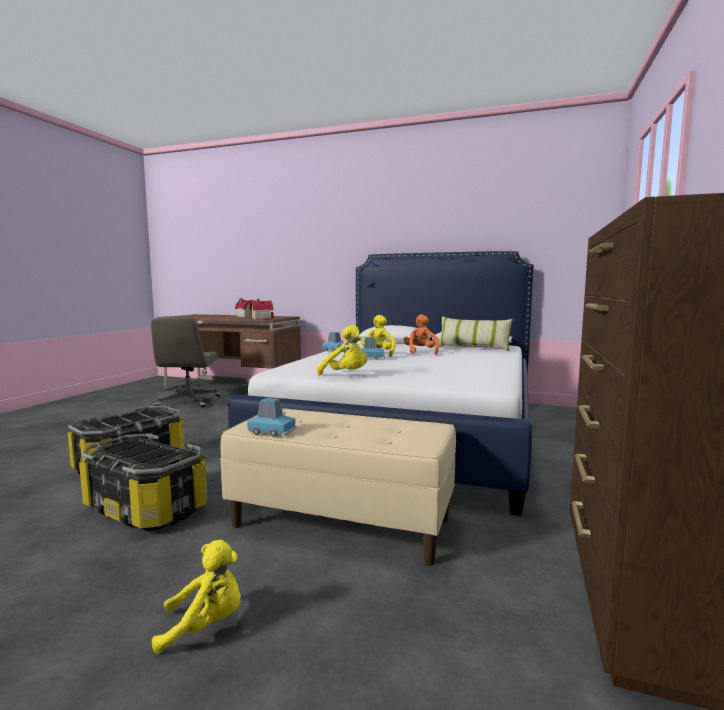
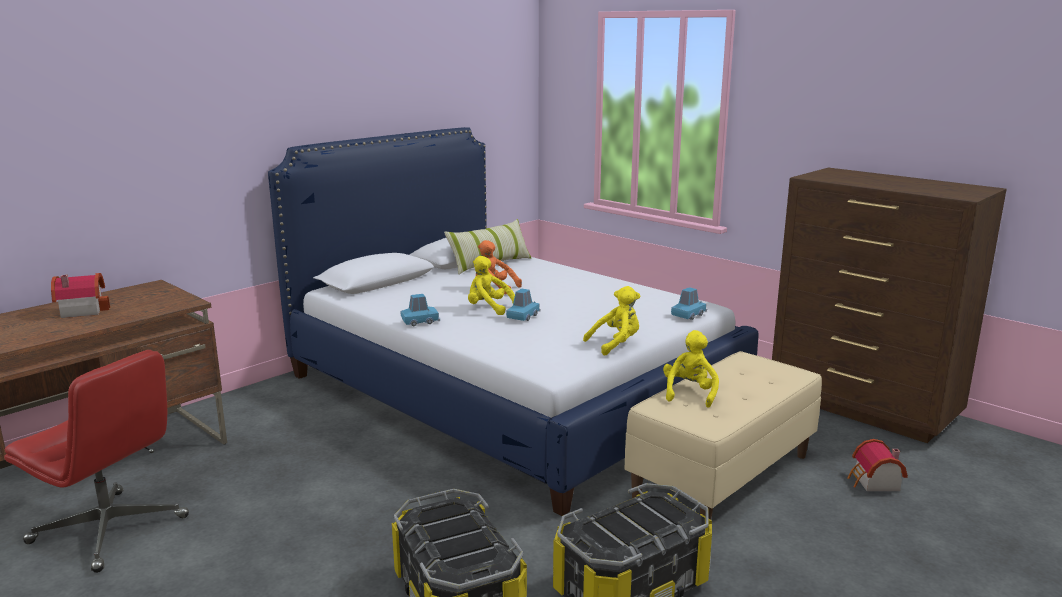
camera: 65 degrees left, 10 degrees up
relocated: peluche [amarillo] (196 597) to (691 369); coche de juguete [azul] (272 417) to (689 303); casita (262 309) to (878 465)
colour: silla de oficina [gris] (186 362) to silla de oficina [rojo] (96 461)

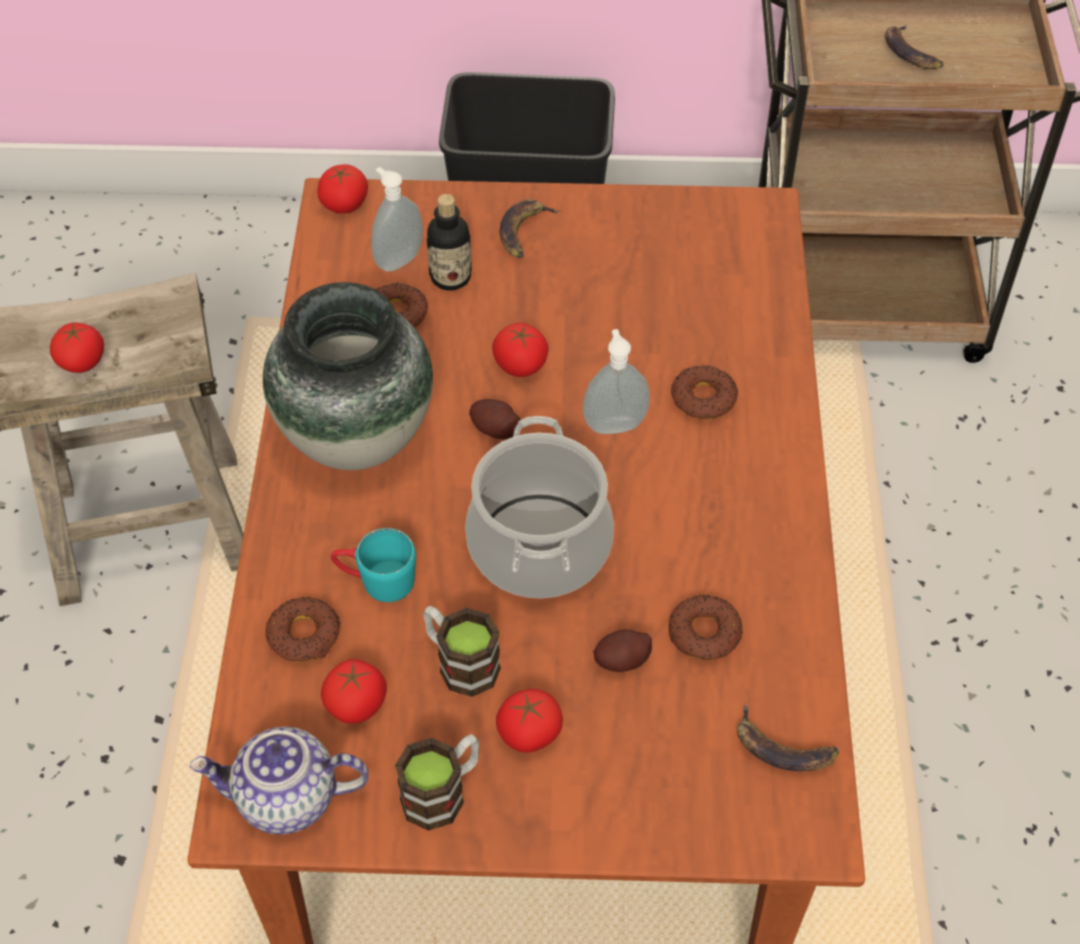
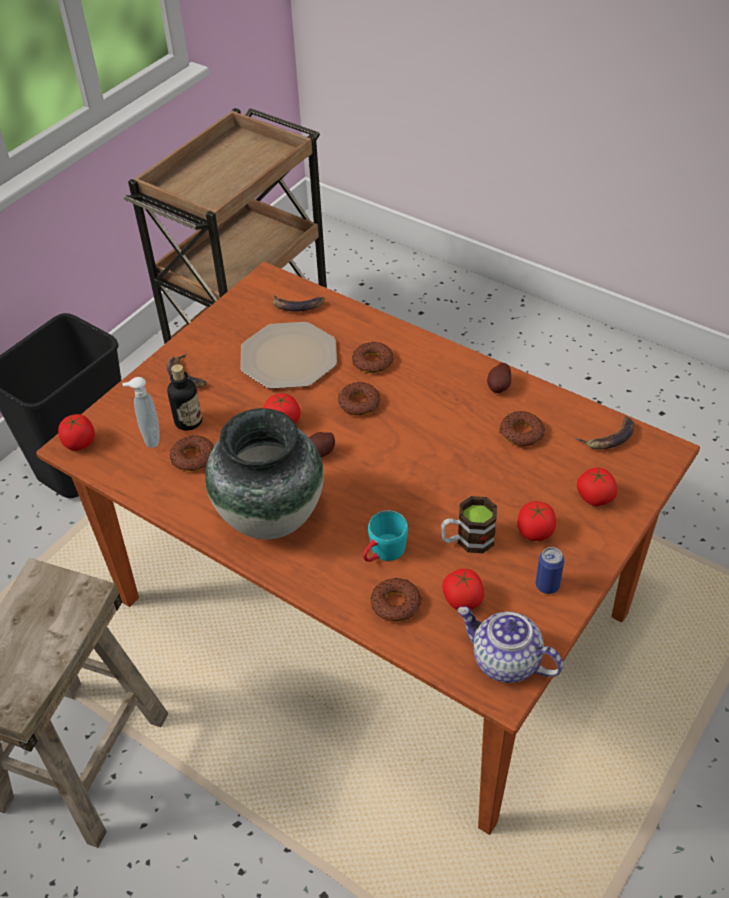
camera: 55 degrees left, 5 degrees down
missing: olla (539 507)
appeared: plato (288 355)
relocated: plátano (914 46) to (299 303); patata (622 650) to (499 378); tomate (77 347) to (597 487)
exchanged: dispensador de jabón (616 381) to rosquilla (358 399); taza grande (437 782) to lata (550 570)
spun: tetera (279 780) = (510 644) 90 degrees clockwise

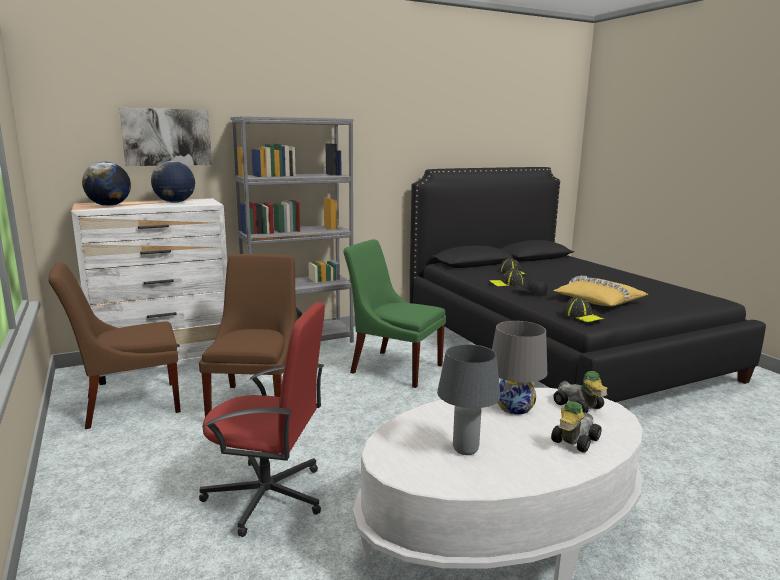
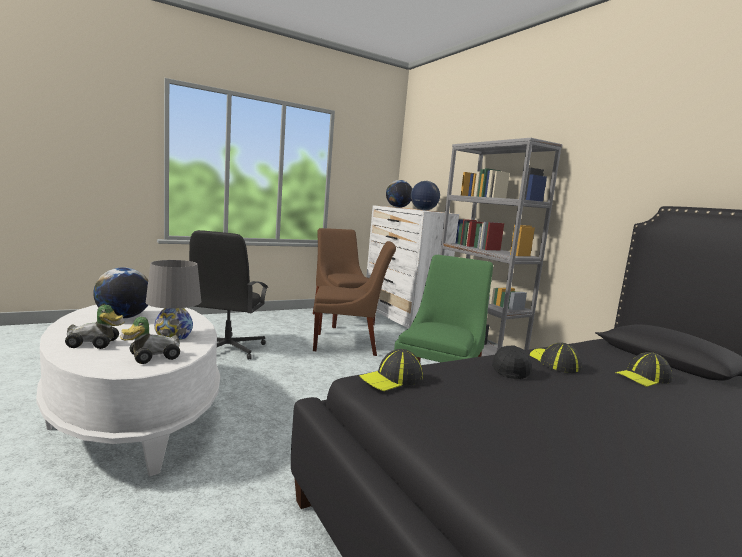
camera: 85 degrees right, 5 degrees down
missing: cuadro (165 137); cojín [amarillo] (601 291)
exchanged: lámpara de mesa [gris] (469 399) to globo terráqueo (120 293)
colour: silla de oficina [rojo] (262 419) to silla de oficina [negro] (228 295)
spun: coche de juguete (576 427) = (94 327) 135 degrees clockwise

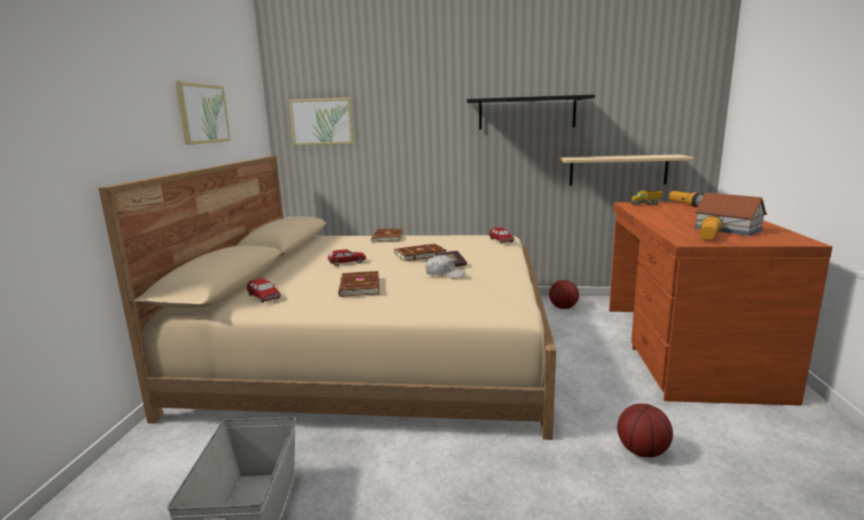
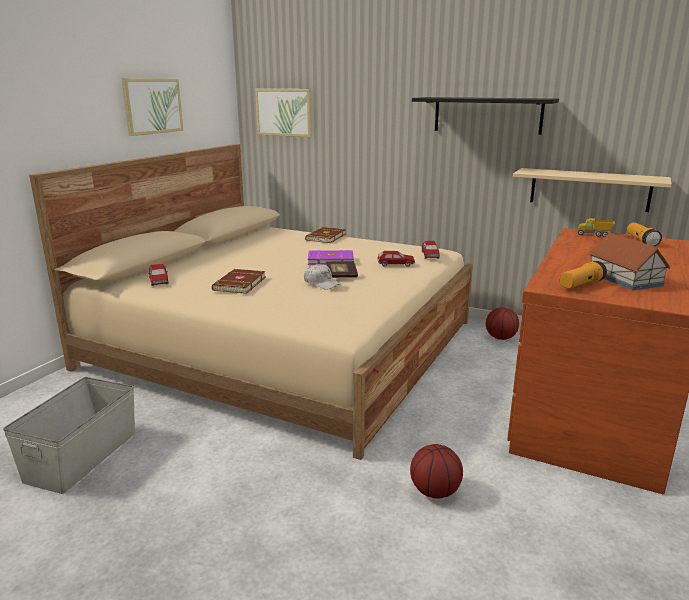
camera: 20 degrees right, 5 degrees up
relocated: coche de juguete (347 257) to (396 259)
colour: libro [marrón] (420 252) to libro [morado] (331 257)

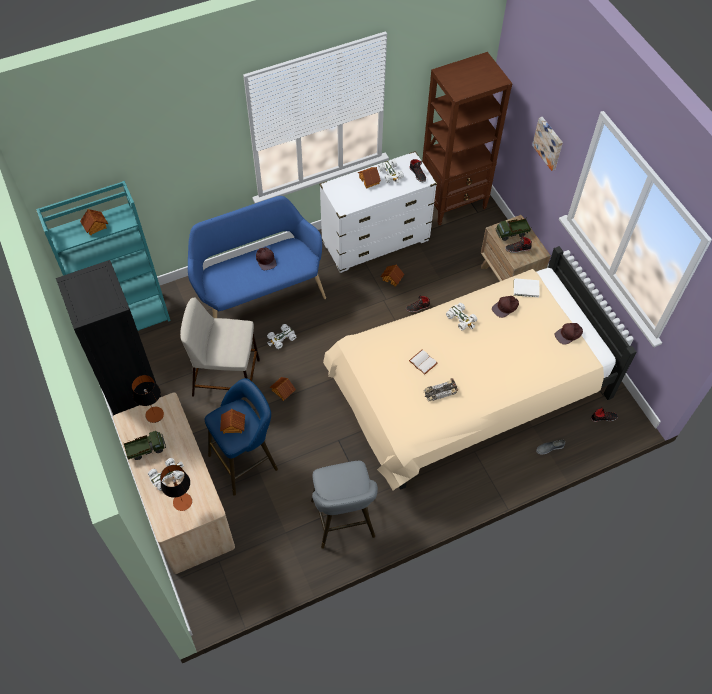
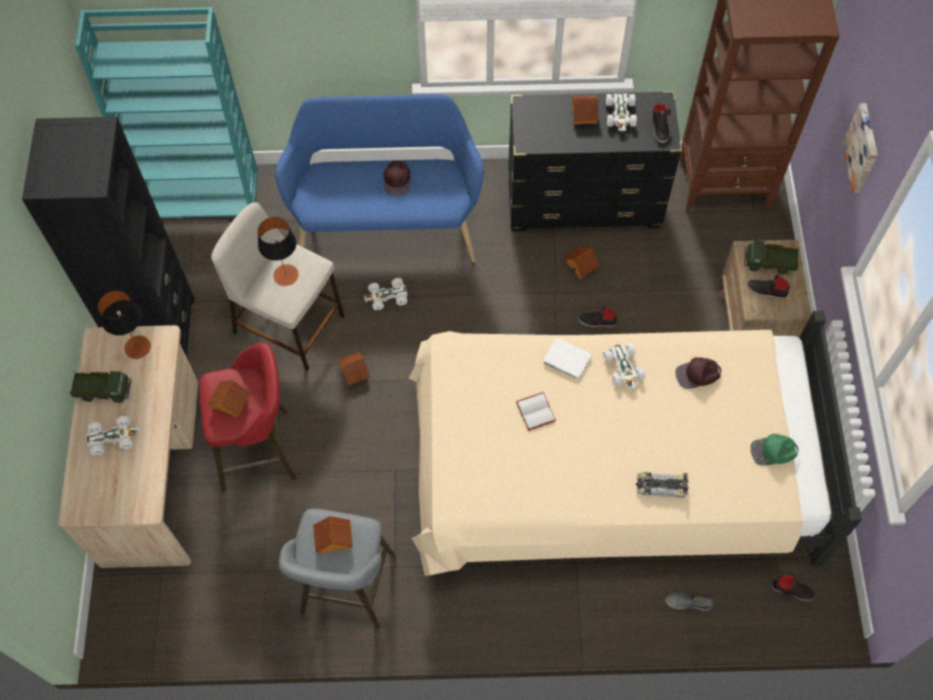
camera: 25 degrees right, 5 degrees up
relocated: lámpara de mesa (176 488) to (278 251); casita (94 222) to (333 535); libro [blanco] (527 287) to (567 359); coche de juguete (440 390) to (662 485)
colour: taburete [azul] (241 437) to taburete [rojo] (247 417); cómoda [blanco] (378 212) to cómoda [negro] (595 161); gorra [marrón] (569 334) to gorra [verde] (774 449)

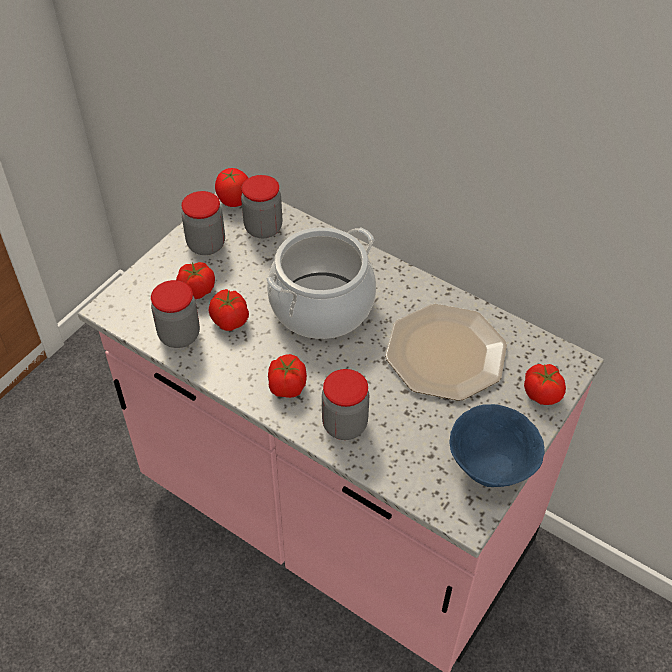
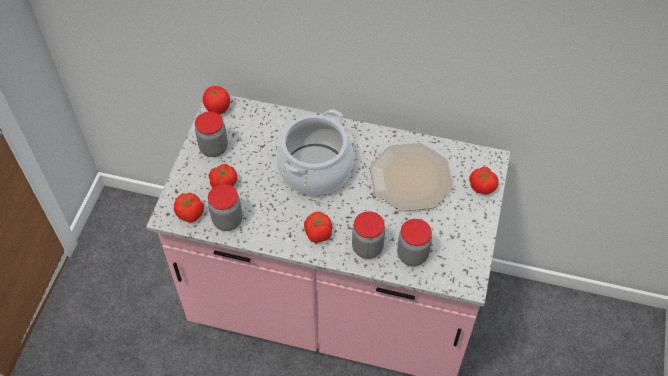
camera: 20 degrees left, 5 degrees up
missing: cuenco [azul] (497 445)
relocated: tomate (229 310) to (189 207); tarro (261 206) to (414 242)

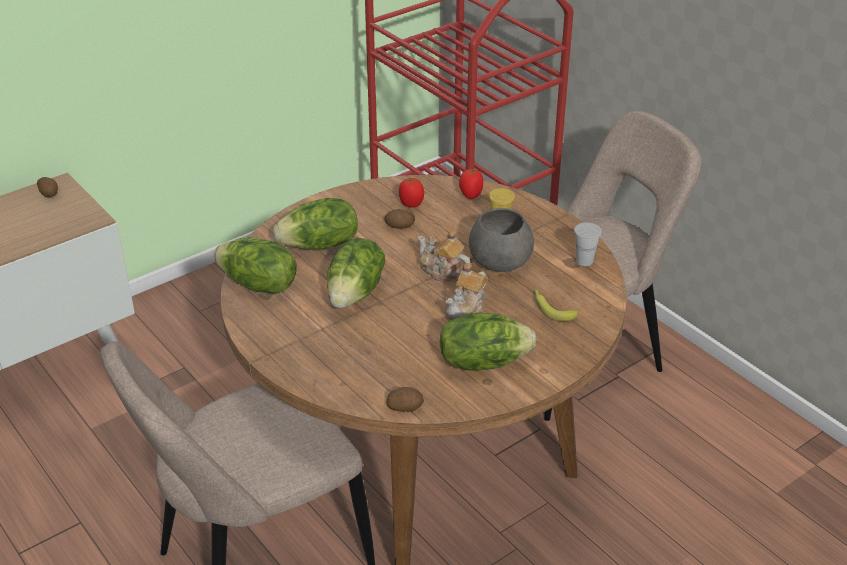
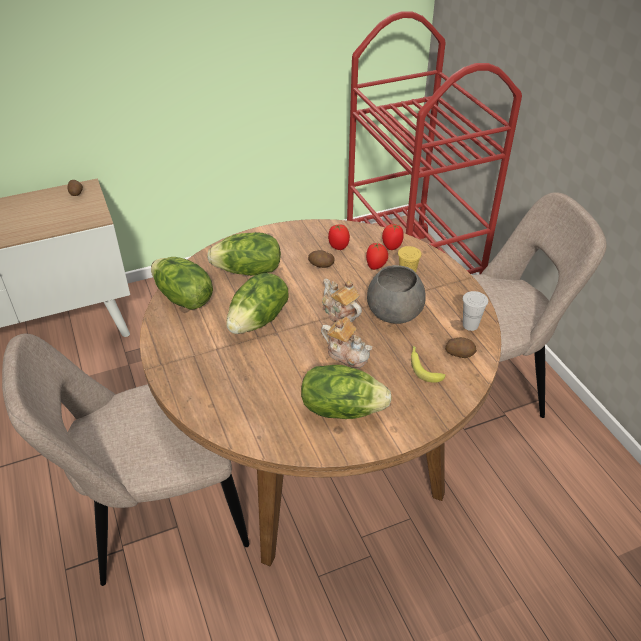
camera: 15 degrees right, 5 degrees up
appeared: tomate (377 256)
relocated: patata (405 399) to (461 347)
spun: tetera (466 291) = (346 342) 105 degrees counterclockwise

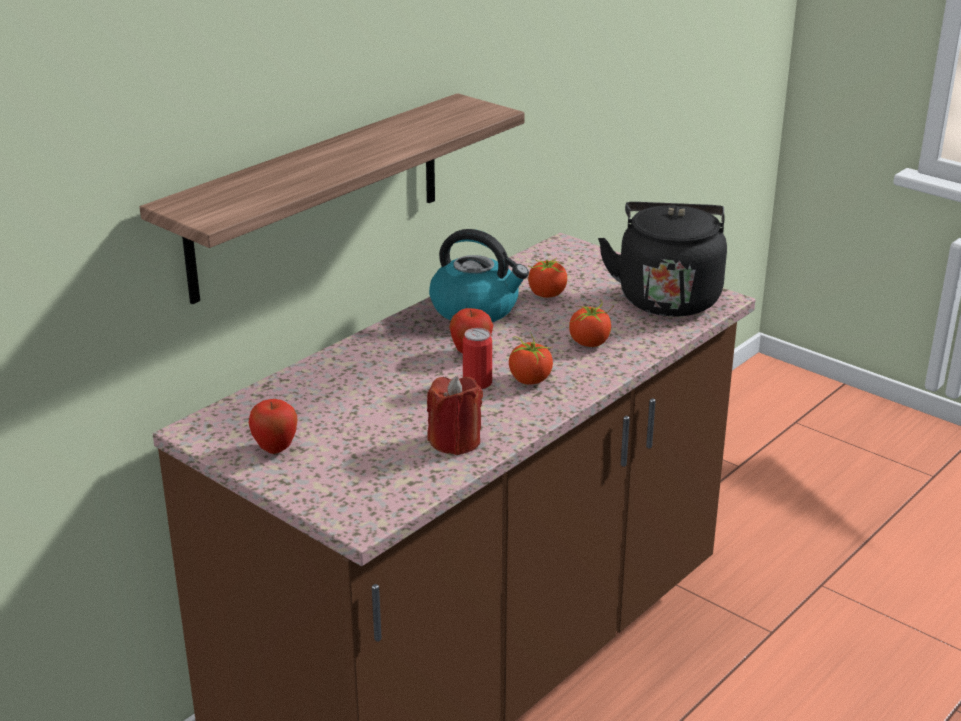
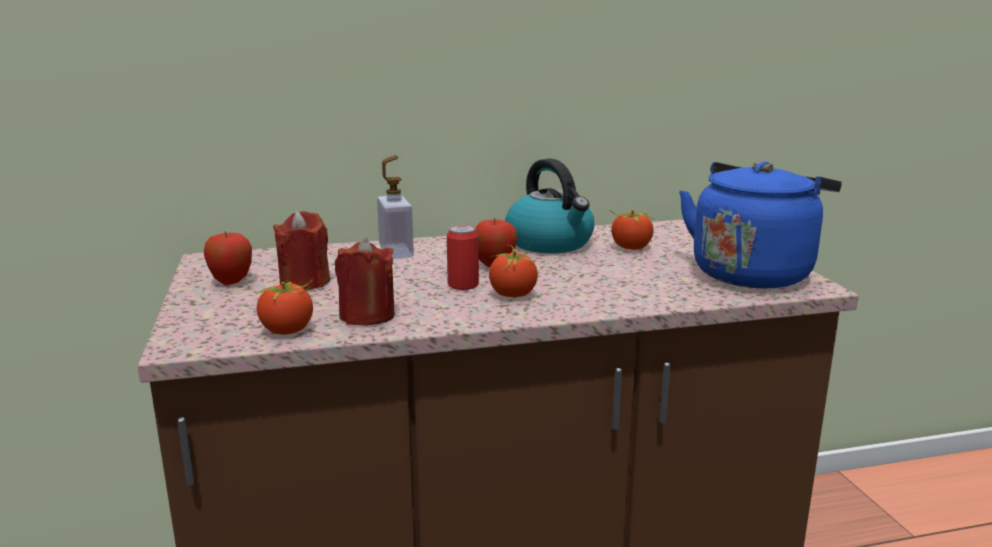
camera: 35 degrees right, 10 degrees down
missing: estante (332 198)
appeared: vela [rojo] (301 250); dispensador de jabón (395 207)
relocated: tomate (591 323) to (283 307)
colour: hervidor [negro] (662 259) to hervidor [azul] (760 225)

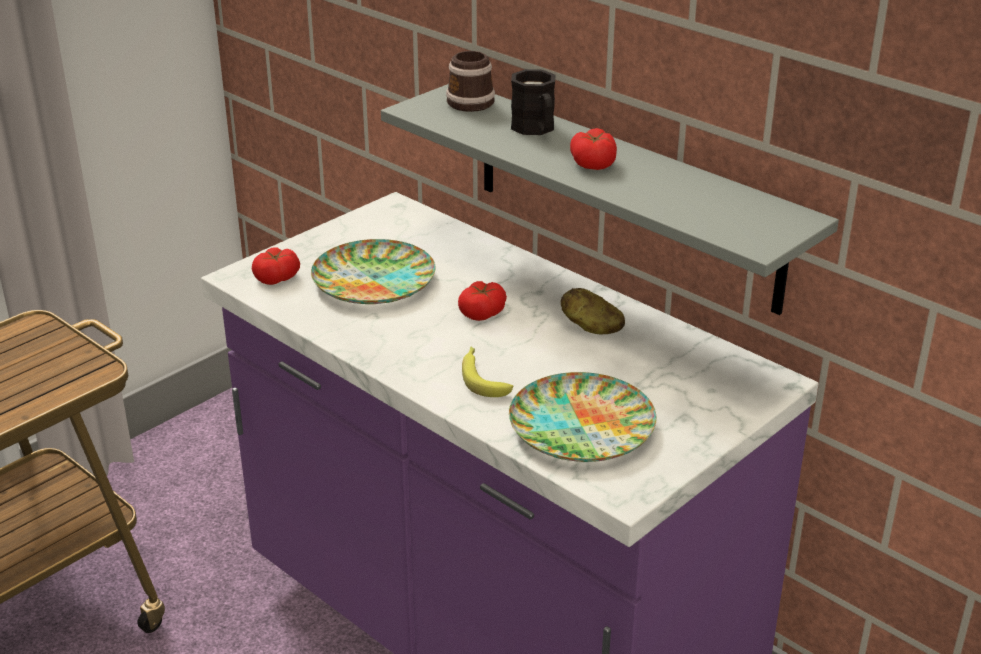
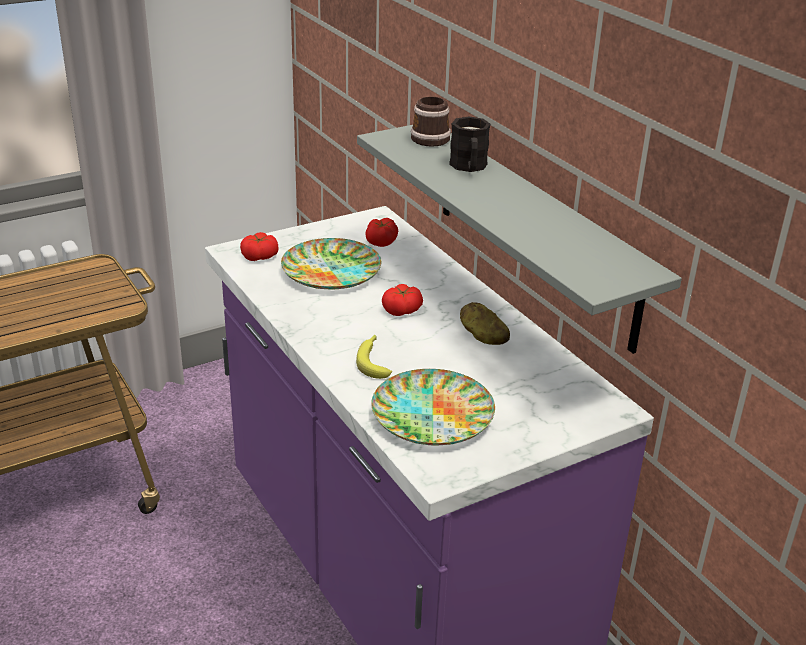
camera: 15 degrees right, 0 degrees up
relocated: tomate (593 149) to (381 232)

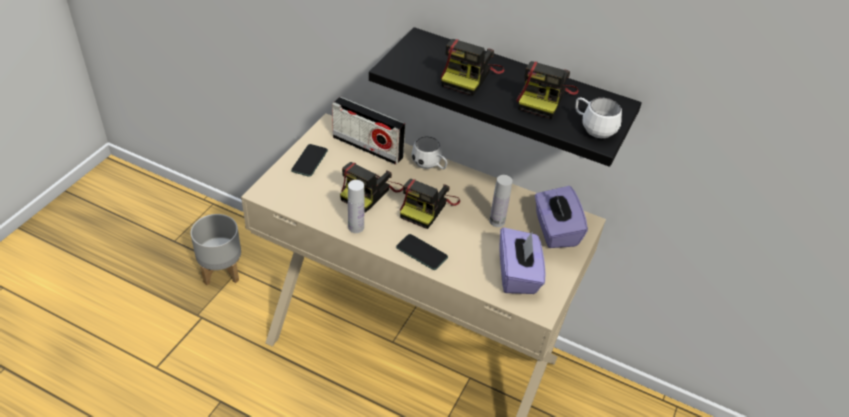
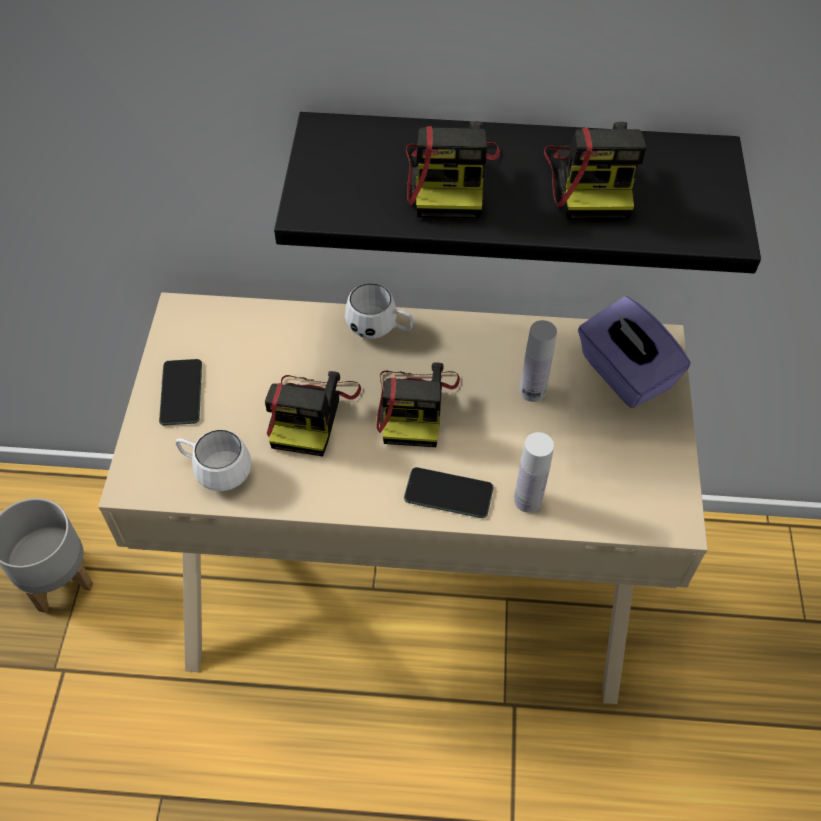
camera: 20 degrees left, 10 degrees up
missing: radio (368 131); caja de pañuelos [morado] (522 260)
relocated: taza grande [blanco] (598 117) to (213 460); botella [blanco] (356 206) to (534 472)

